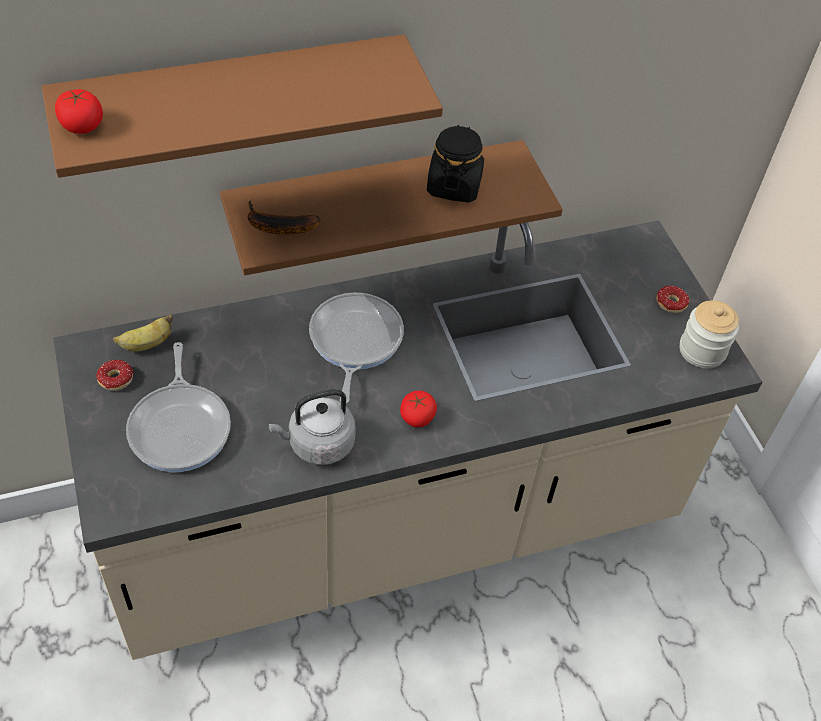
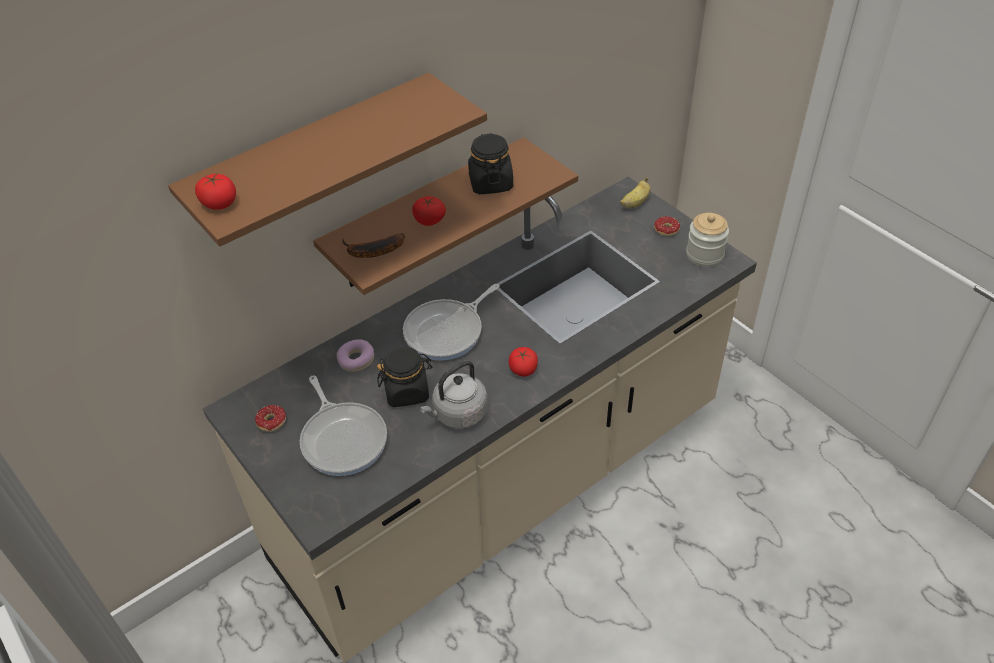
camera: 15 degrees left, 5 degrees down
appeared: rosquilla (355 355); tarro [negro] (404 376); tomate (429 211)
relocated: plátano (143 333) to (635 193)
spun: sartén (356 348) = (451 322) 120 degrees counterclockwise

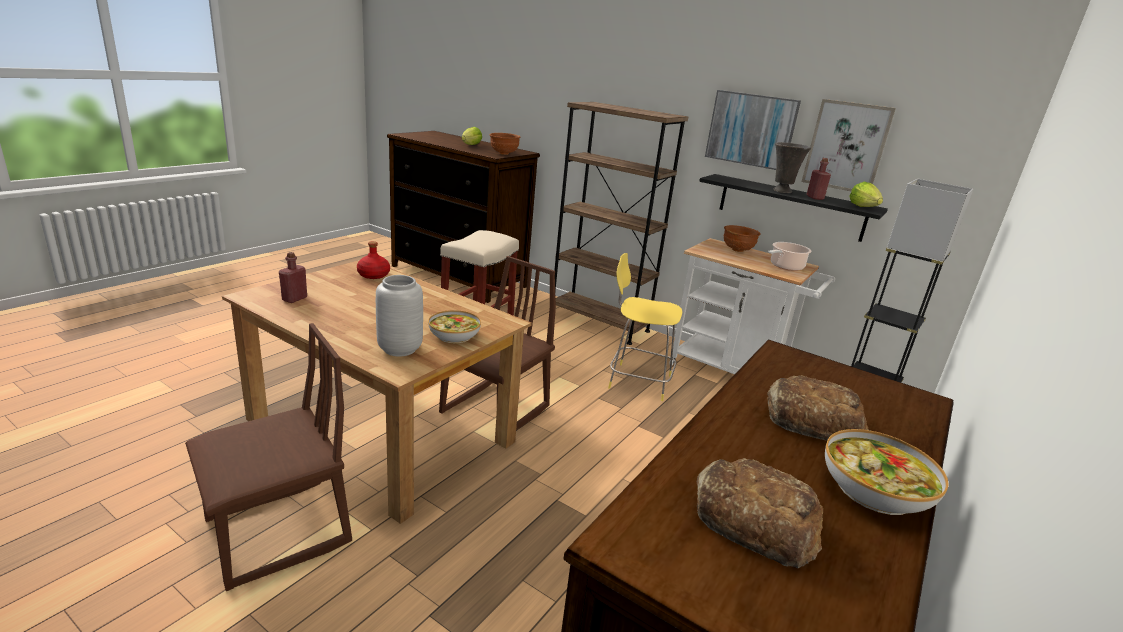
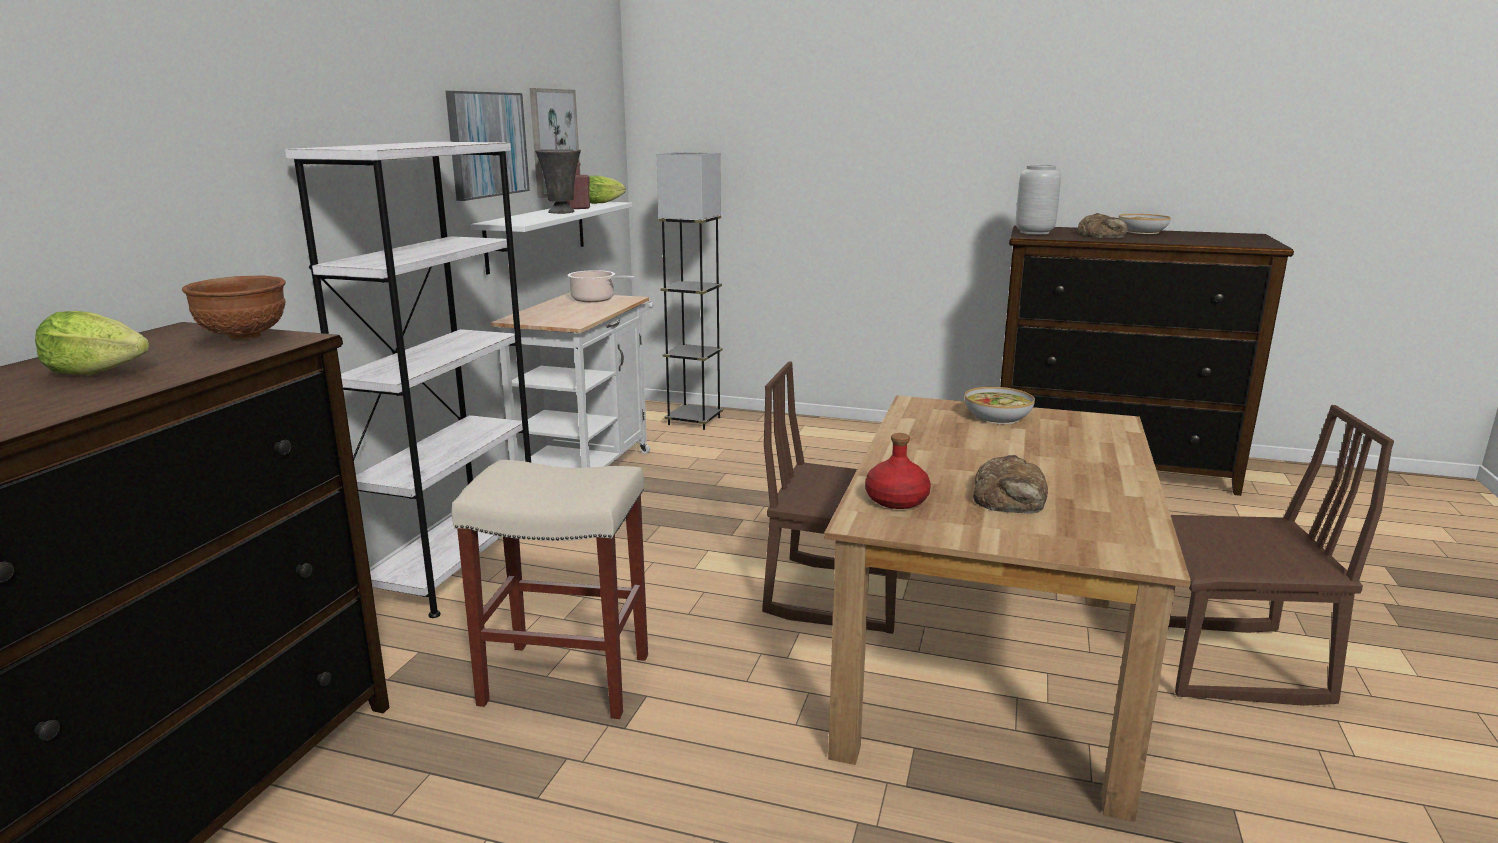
camera: 105 degrees left, 5 degrees down
missing: botella [rojo] (293 277); taburete [amarillo] (645 327); cuenco [marrón] (742 238)
relocated: pan (760 513) to (1010 484); florero [gris] (399 315) to (1038 199)
colour: estantería [marrón] (621 223) to estantería [blanco] (408 380); estante [negro] (793 208) to estante [blanco] (551 238)
spun: silla [marrón] (268 457) = (1281 555) 150 degrees clockwise

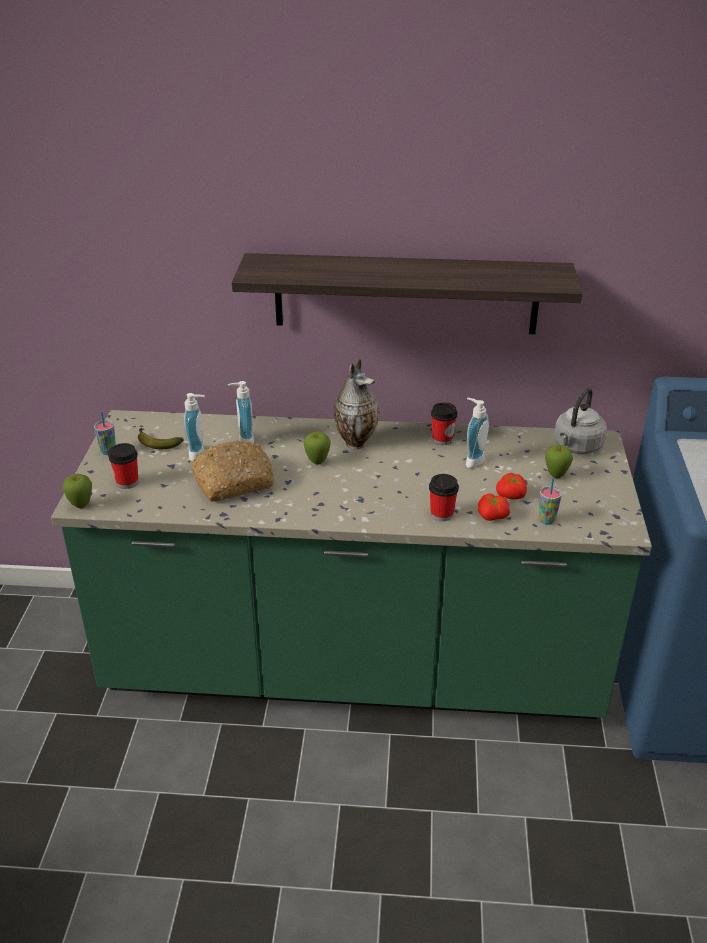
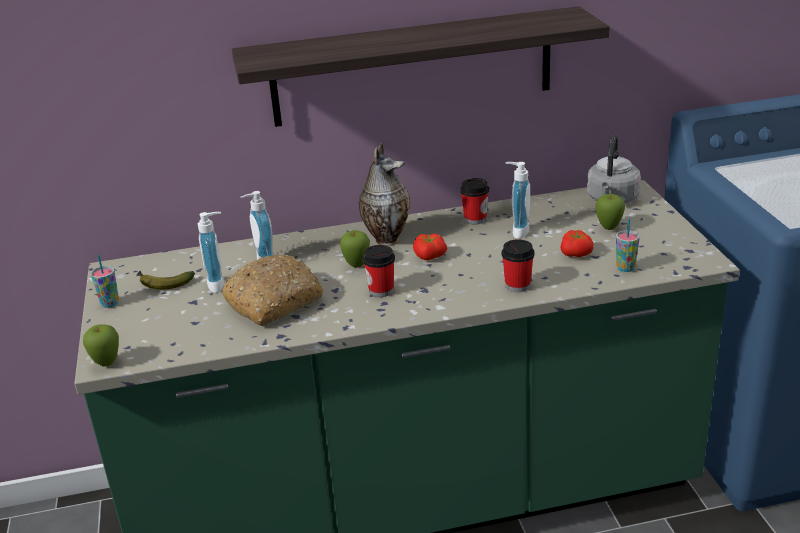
camera: 15 degrees left, 5 degrees down
relocated: taza (123 466) to (379 271); tomate (494 507) to (430 247)

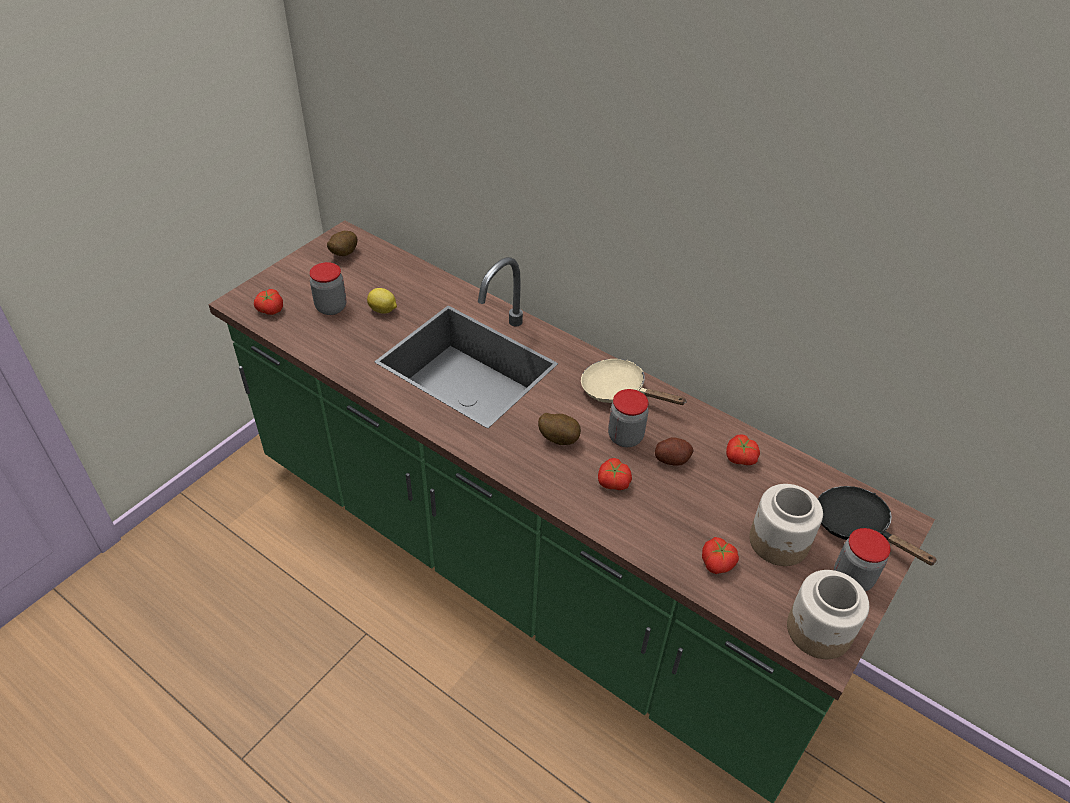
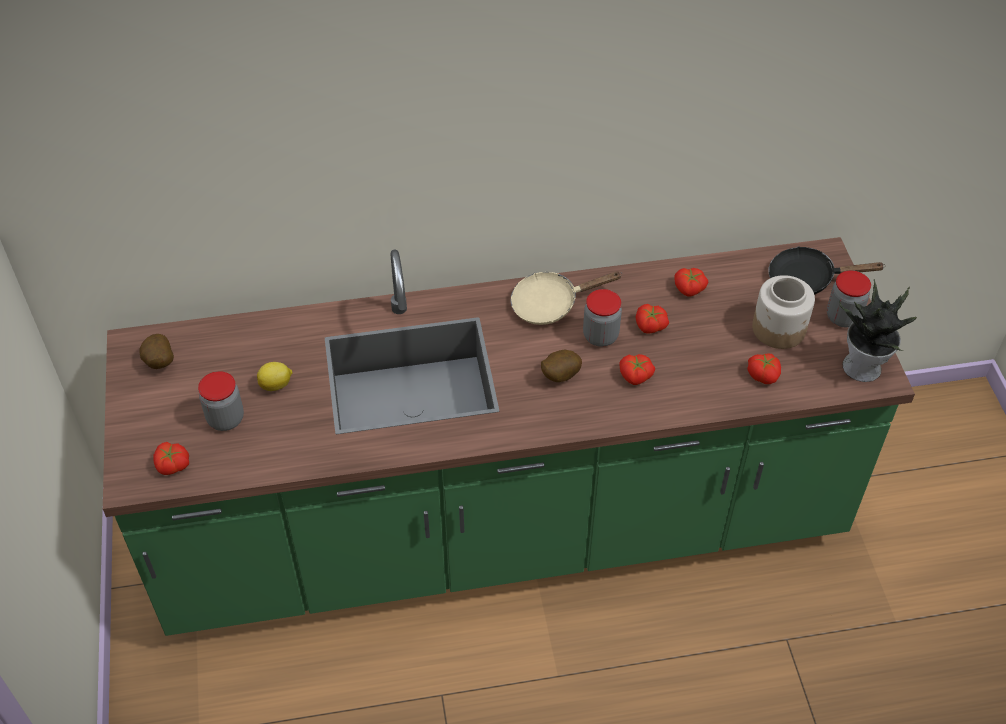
camera: 45 degrees left, 5 degrees up
exchanged: patata (674 451) to tomate (652 319); tarro (828 614) to planta en maceta (878 330)

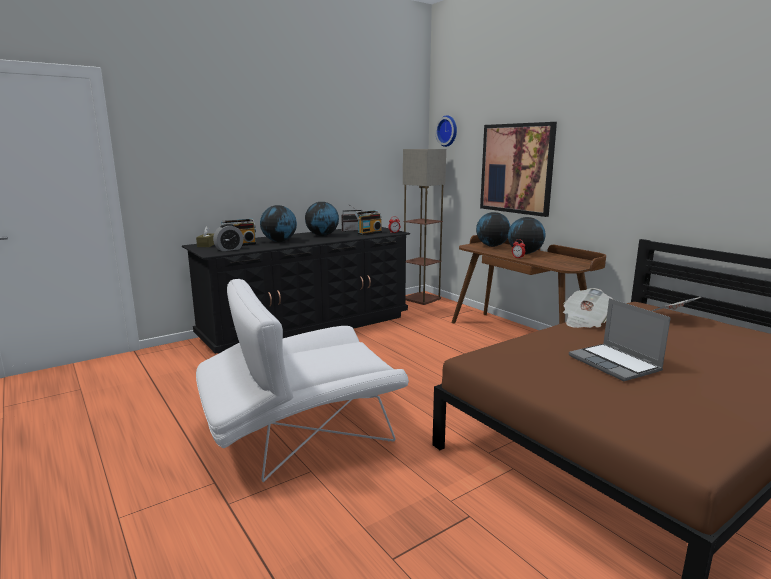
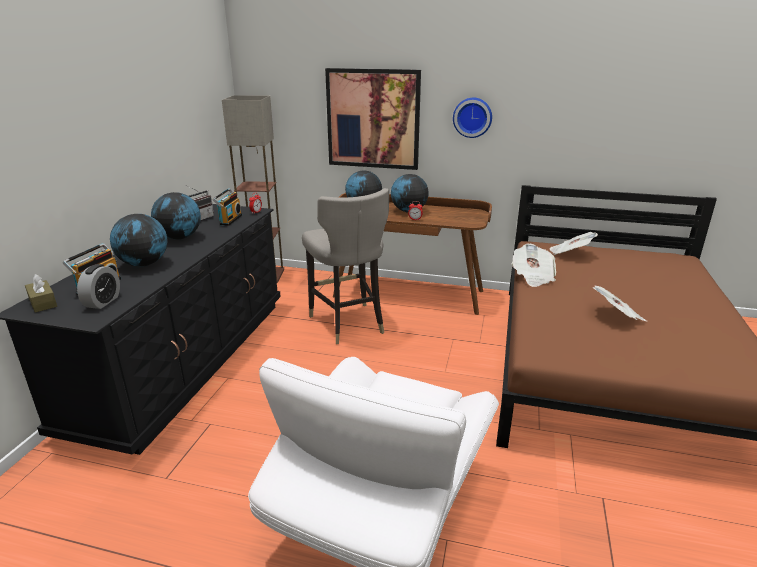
camera: 40 degrees left, 10 degrees up
appeared: taburete [gris] (345 266)
relocated: reloj de pared (446 131) to (472 118)
exchanged: portátil (620 339) to periódico (619 303)

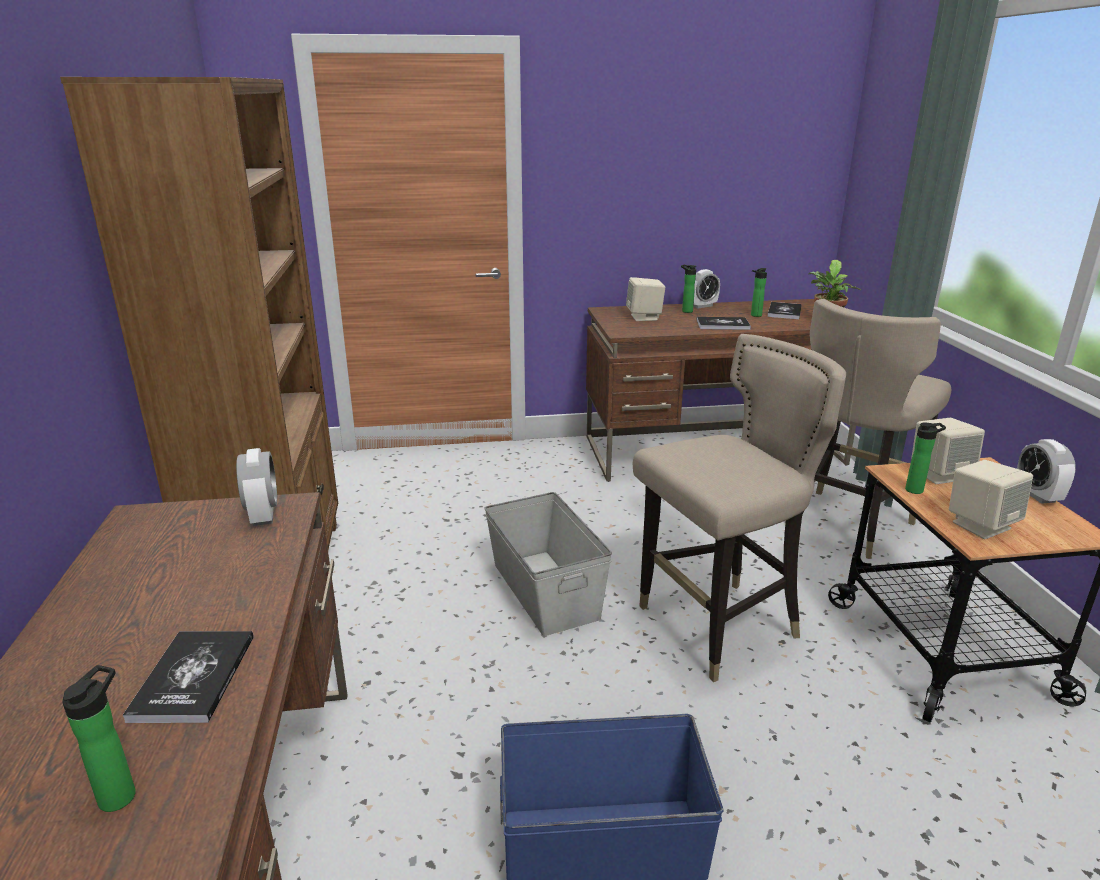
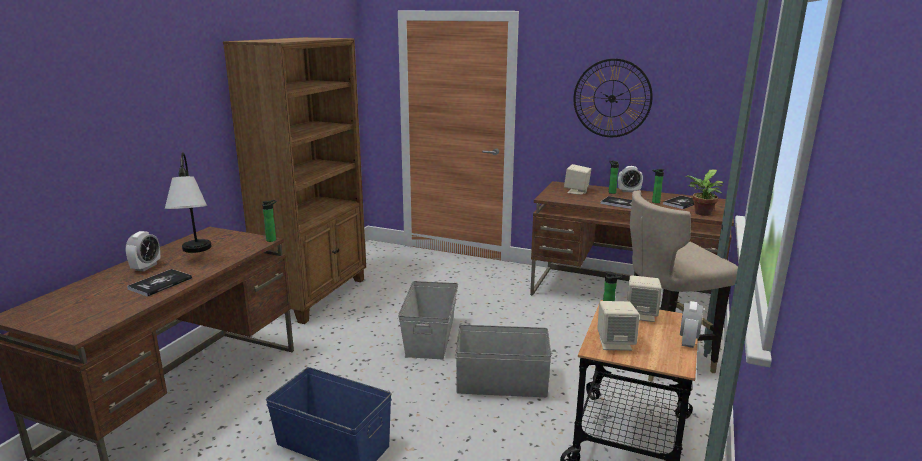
camera: 30 degrees right, 5 degrees down
appeared: lámpara de mesa (188 202); reloj de pared (613 98)
relocated: despertador (256 487) to (142 251); botella (99 738) to (269 221)
exchanged: taburete [beis] (739 508) to caja de almacenaje [gris] (504 361)

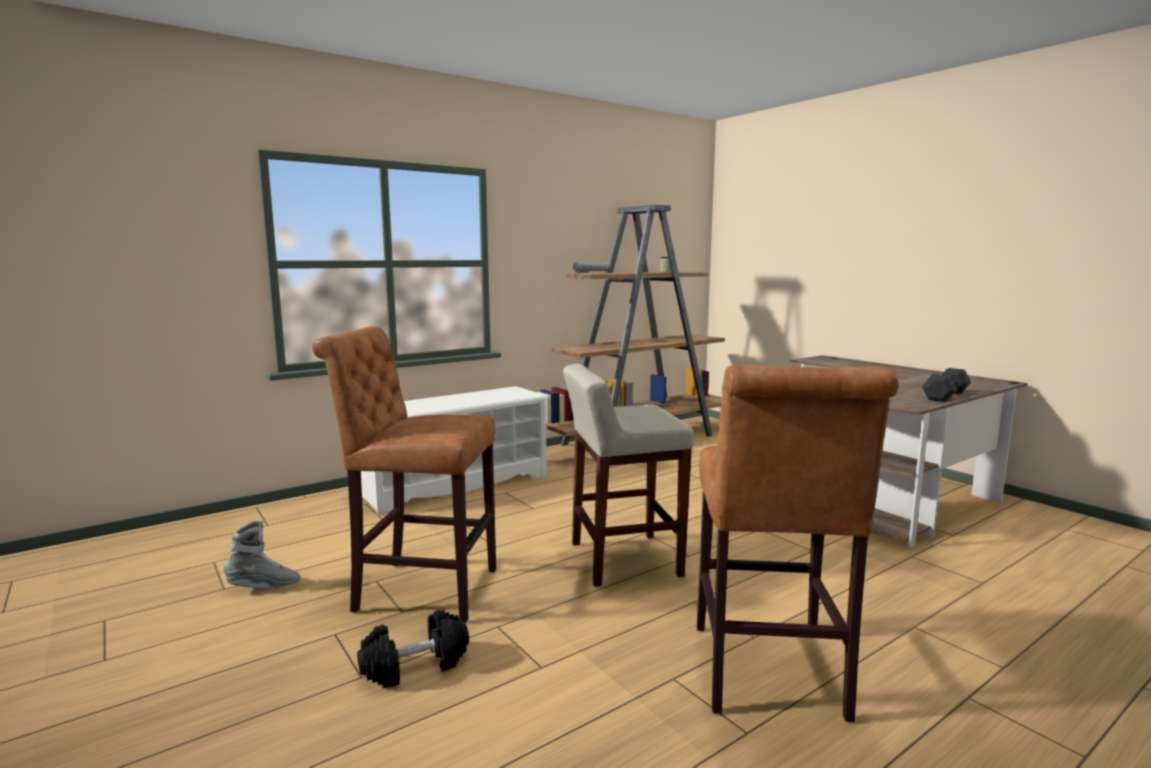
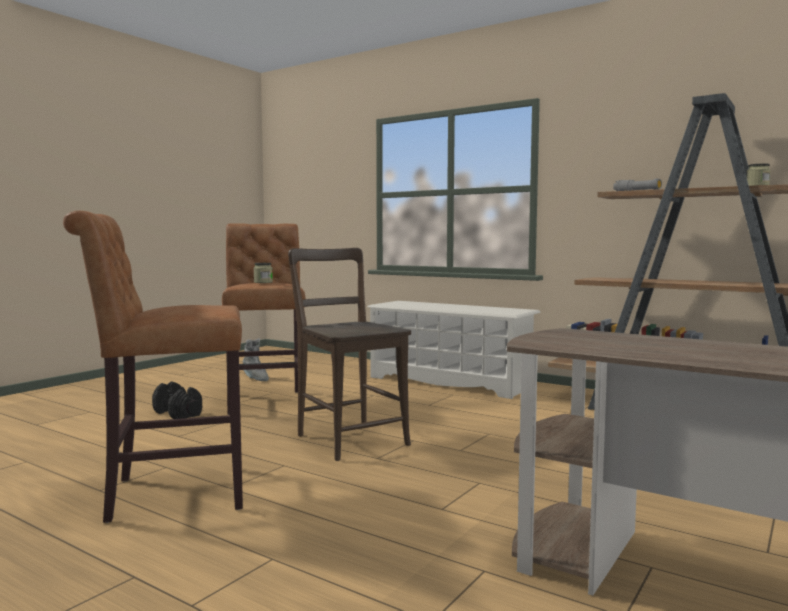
camera: 70 degrees right, 5 degrees down
missing: mancuerna [gris] (946 385)
appeared: tarro (263 273)
exchanged: taburete [beis] (628 475) to silla [marrón] (349 354)

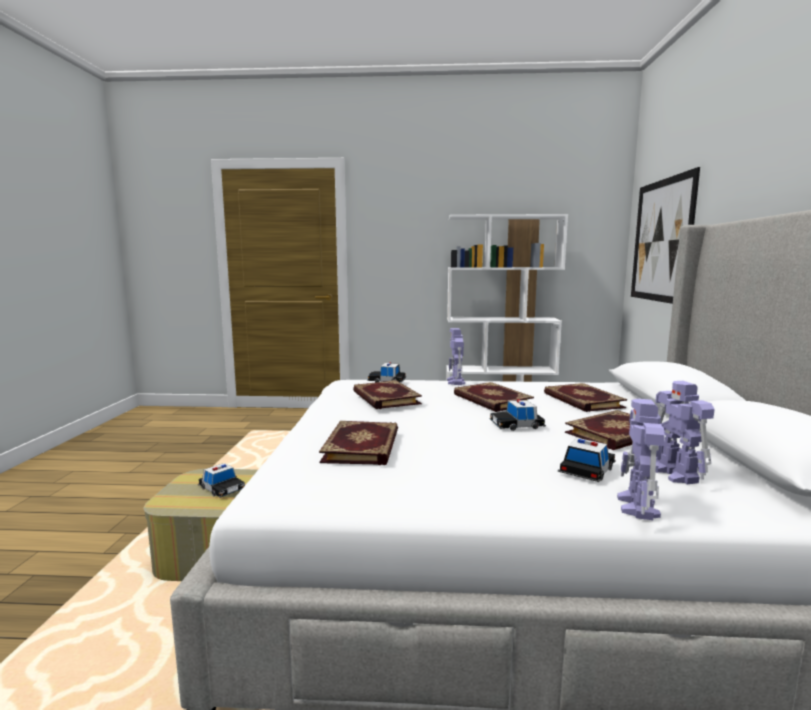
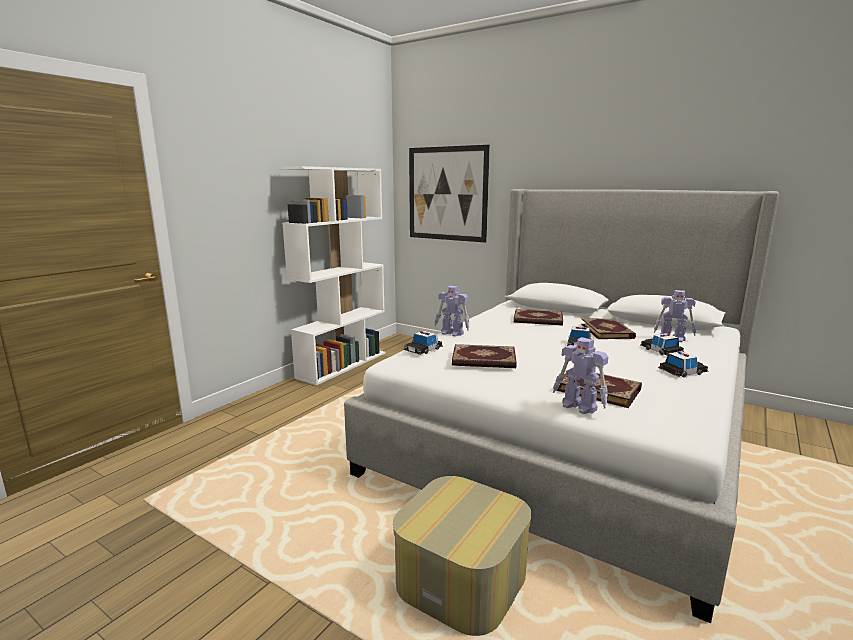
camera: 60 degrees left, 5 degrees up
missing: libro (494 397)
relocated: robot de juguete (641 459) to (580 375); coche de juguete (221 480) to (683 364)

